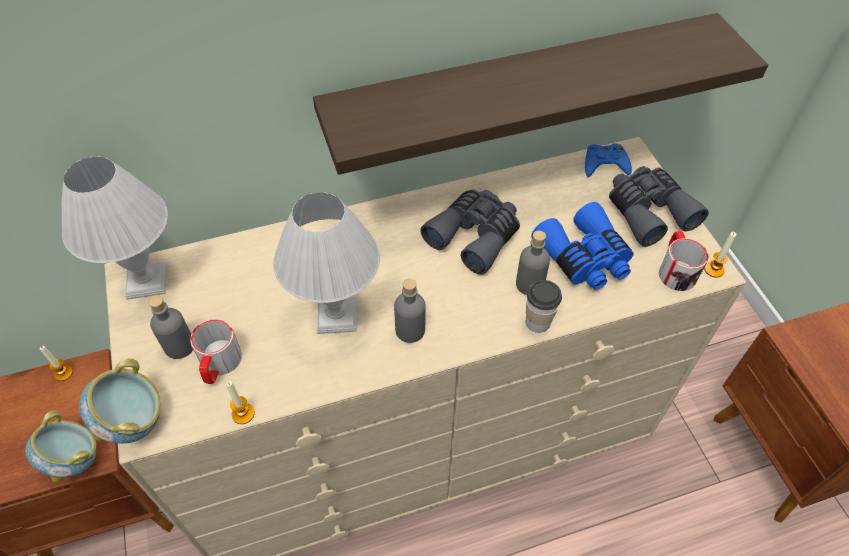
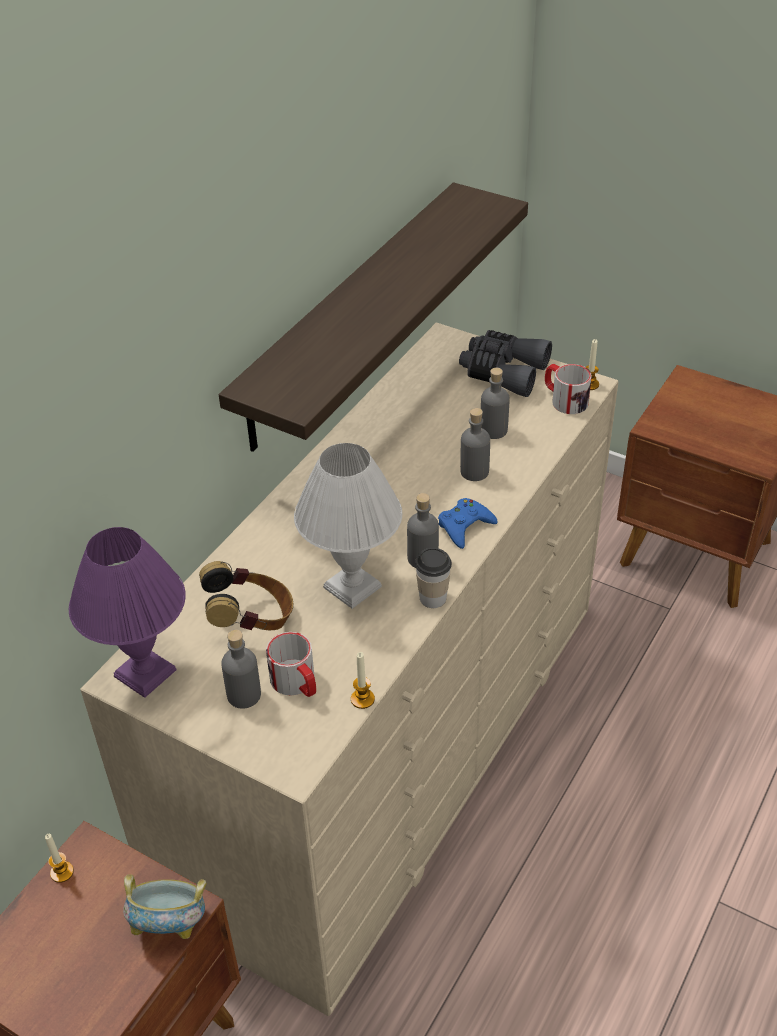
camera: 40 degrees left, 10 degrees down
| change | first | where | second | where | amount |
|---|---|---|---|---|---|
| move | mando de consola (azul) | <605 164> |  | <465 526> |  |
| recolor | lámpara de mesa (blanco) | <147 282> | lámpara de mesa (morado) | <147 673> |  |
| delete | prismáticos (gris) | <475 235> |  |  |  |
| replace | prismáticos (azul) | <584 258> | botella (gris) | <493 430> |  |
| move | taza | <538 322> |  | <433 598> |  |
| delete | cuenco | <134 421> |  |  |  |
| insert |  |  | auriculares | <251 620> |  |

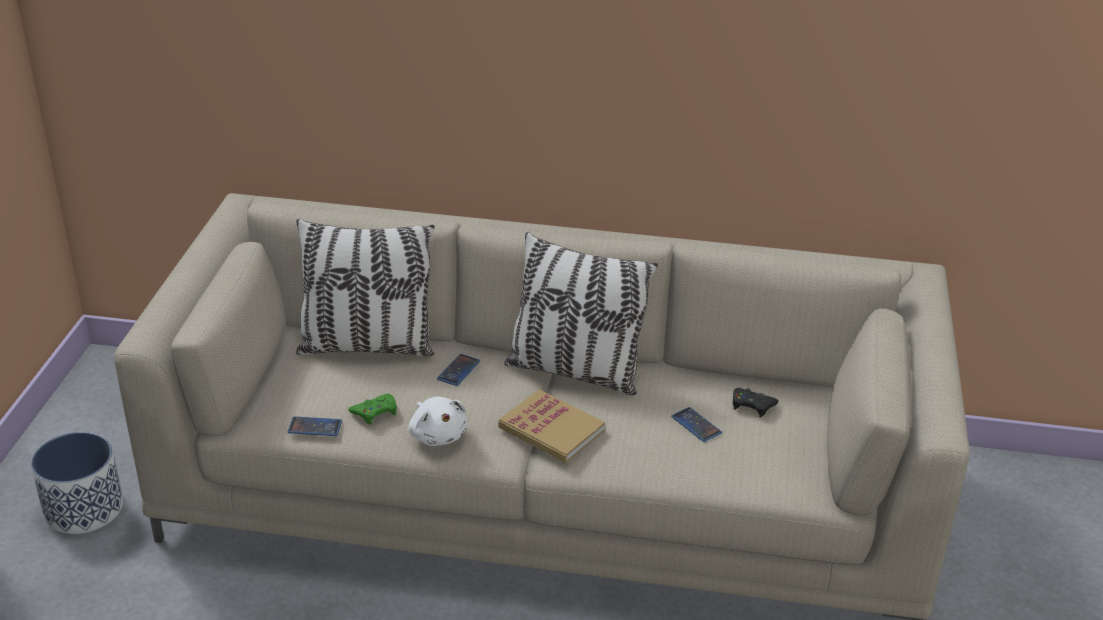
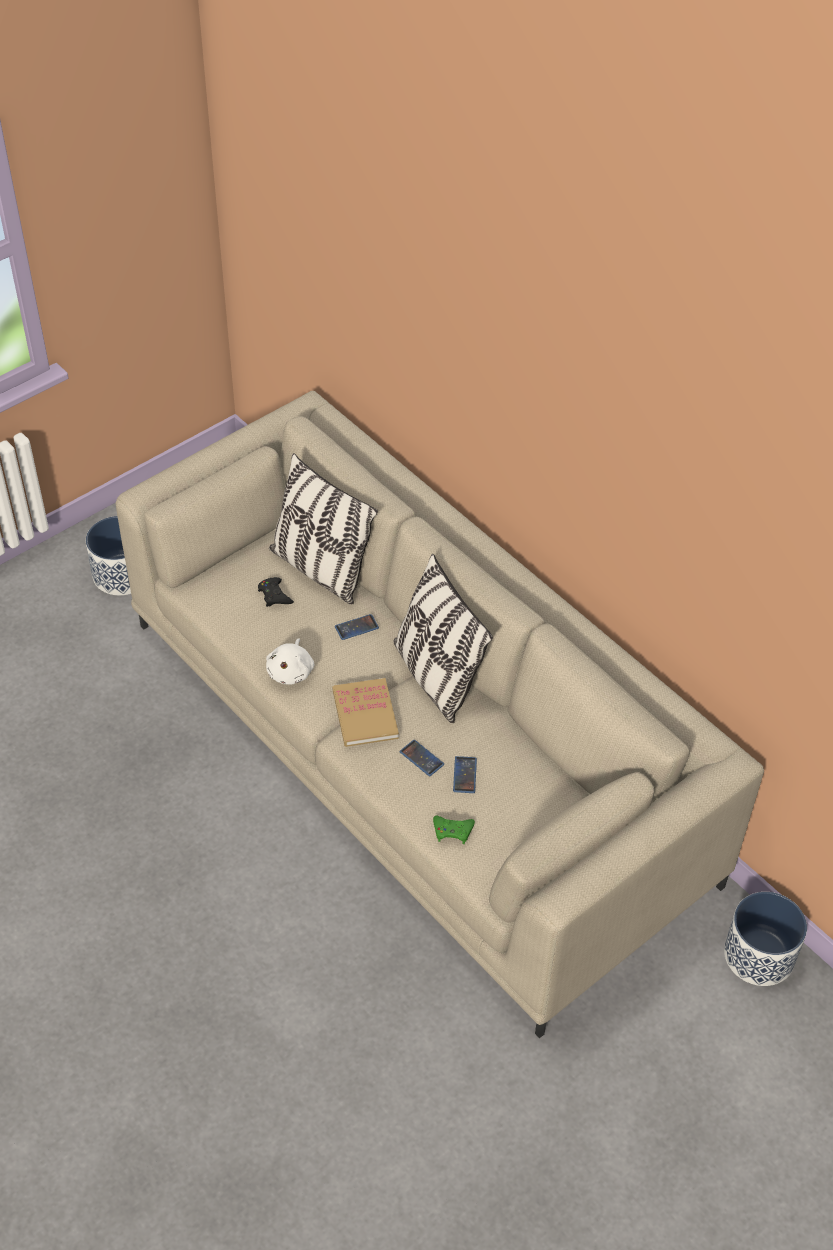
camera: 40 degrees right, 15 degrees up
| change | first | where | second | where | amount |
|---|---|---|---|---|---|
| move | mando de consola (negro) | <752 405> |  | <274 595> |  |
| move | mando de consola (verde) | <375 412> |  | <452 831> |  |
| move | móvil | <315 427> |  | <421 758> |  |
| insert |  |  | maceta | <759 955> |  |

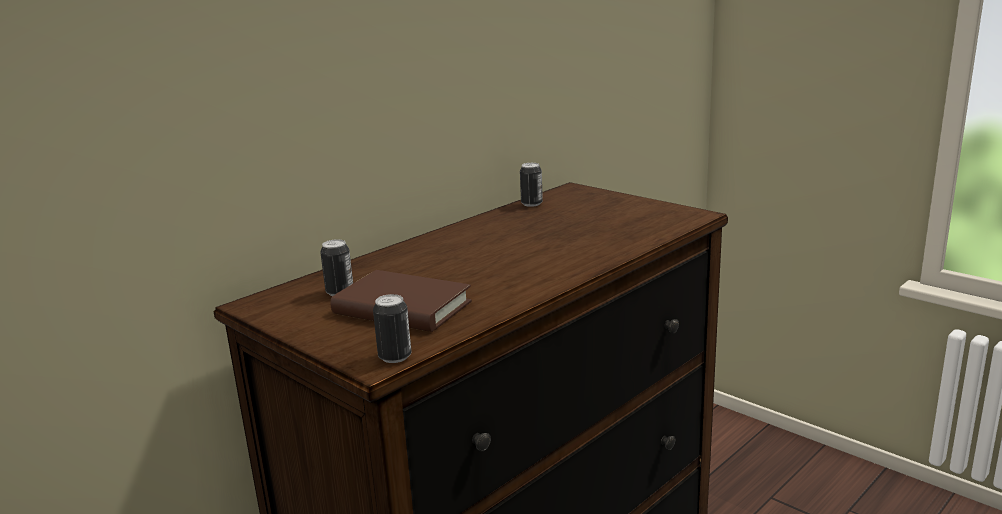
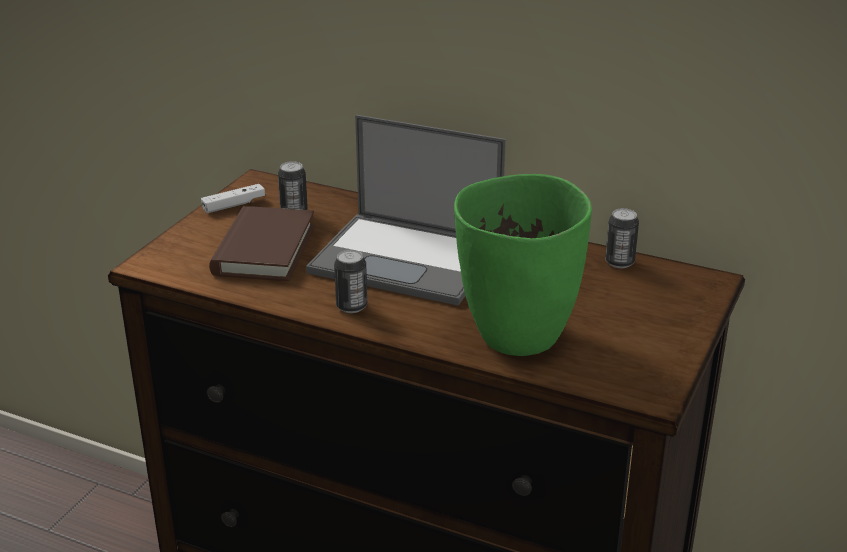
camera: 70 degrees right, 10 degrees up
| change | first | where | second | where | amount |
|---|---|---|---|---|---|
| move | lata | <395 357> |  | <351 306> |  |
| insert |  |  | portátil | <409 259> |  |
| insert |  |  | florero (verde) | <517 337> |  |
| insert |  |  | mando de consola (blanco) | <234 205> |  |

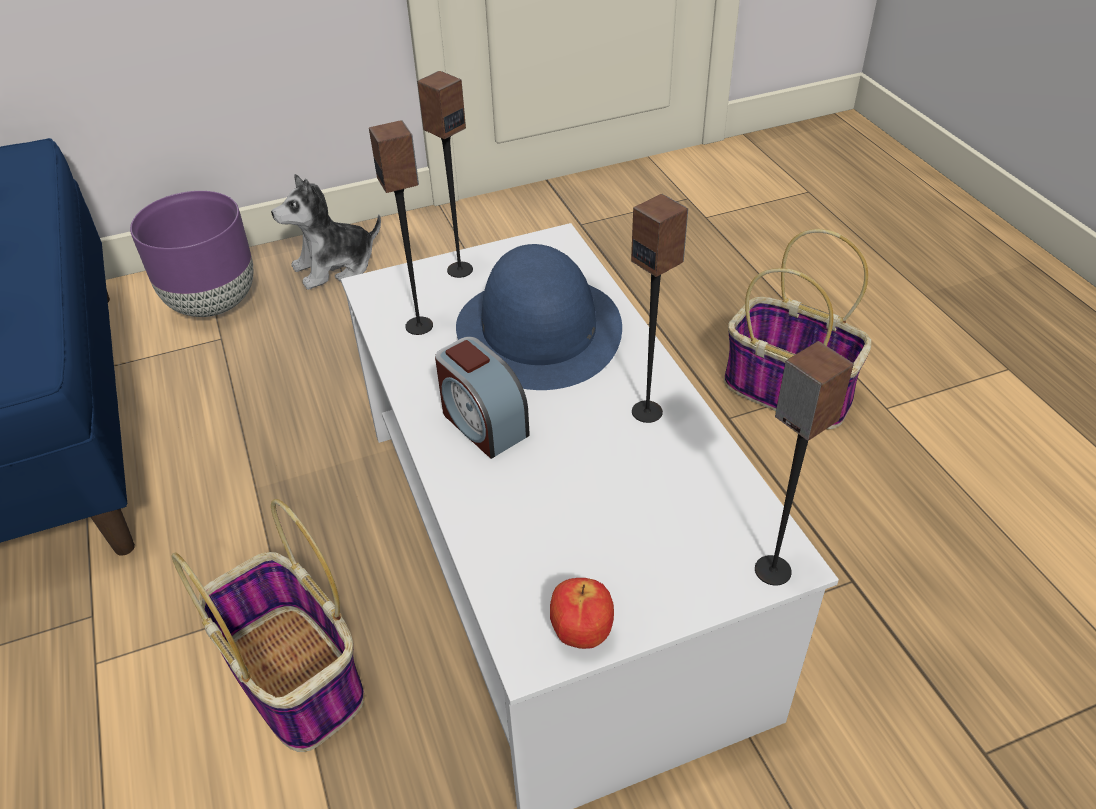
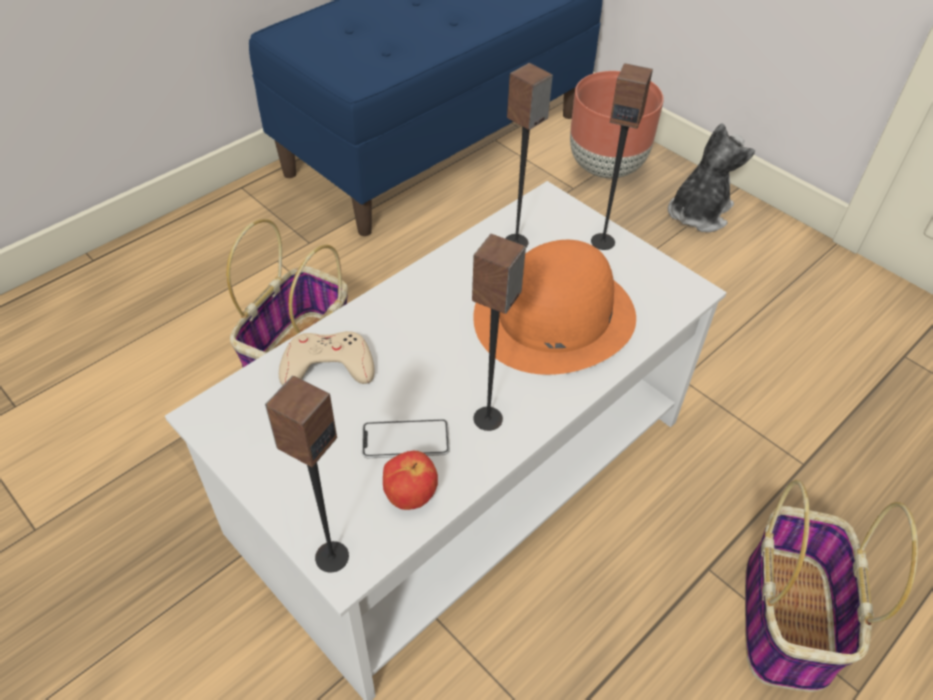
camera: 65 degrees right, 5 degrees up
| change | first | where | second | where | amount |
|---|---|---|---|---|---|
| rotate | peluche | <335 267> |  | <698 213> | 90 degrees clockwise |
| recolor | maceta (morado) | <213 302> | maceta (marrón) | <606 167> |  |
| recolor | sombrero (azul) | <539 330> | sombrero (naranja) | <554 316> |  |
| delete | despertador | <482 423> |  |  |  |
| move | manzana | <580 633> |  | <411 496> |  |
| insert |  |  | mando de consola (beis) | <327 366> |  |
| insert |  |  | móvil | <405 440> |  |

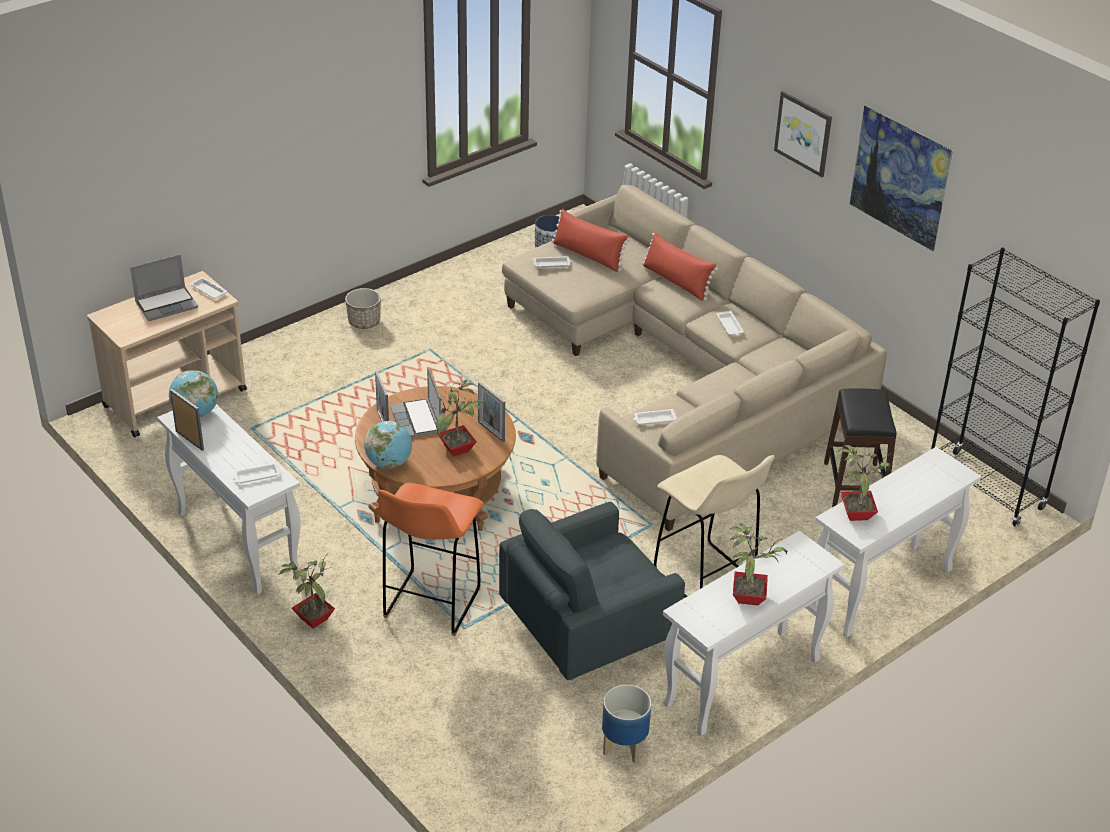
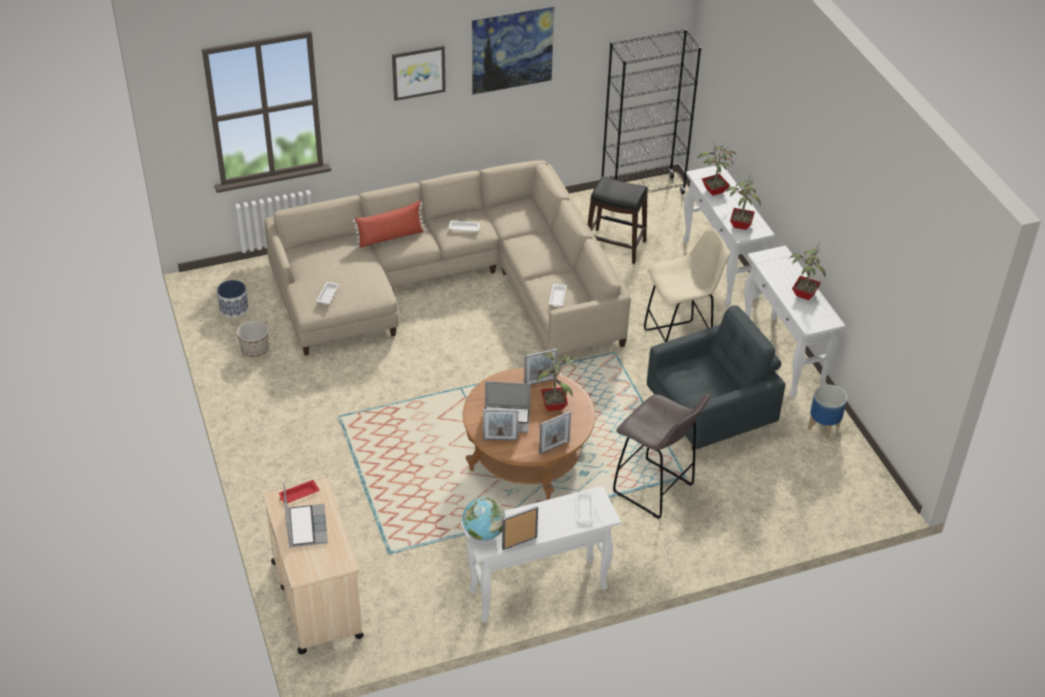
camera: 70 degrees left, 5 degrees up
| change | first | where | second | where | amount |
|---|---|---|---|---|---|
| delete | cojín (rojo) | <588 255> |  |  |  |
| recolor | bandeja (blanco) | <208 290> | bandeja (rojo) | <298 494> |  |
| move | maceta | <364 322> |  | <255 349> |  |
| replace | globo terráqueo | <389 463> | portarretratos | <554 447> |  |
| recolor | taburete (naranja) | <430 605> | taburete (gris) | <655 490> |  |
| rotate | sillón (gris) | <586 631> |  | <711 416> | 105 degrees counterclockwise |
| move | planta en maceta | <313 619> |  | <713 191> |  |

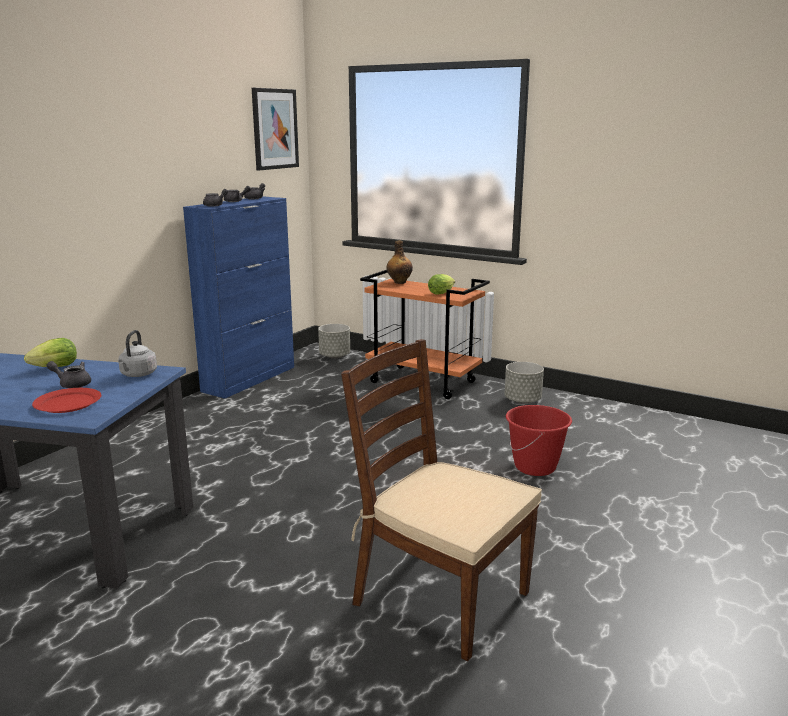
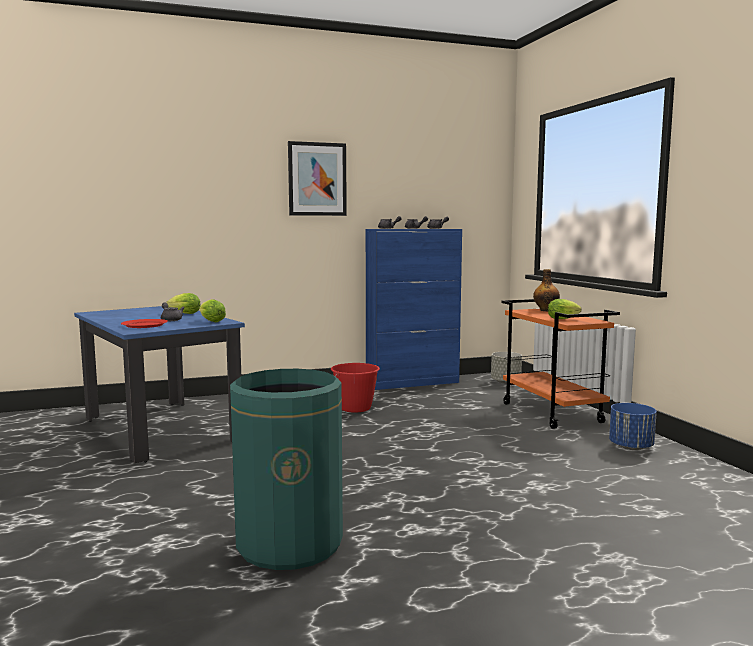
camera: 40 degrees right, 10 degrees down
| change | first | where | second | where | amount |
|---|---|---|---|---|---|
| move | cuadro | <275 129> |  | <317 179> |  |
| replace | hervidor (gris) | <138 375> | lechuga | <210 321> |  |
| replace | silla (marrón) | <439 597> | papelera (verde) | <289 543> |  |
| recolor | maceta (gris) | <522 400> | maceta (azul) | <631 447> |  |
| move | cubo (rojo) | <535 467> |  | <355 408> |  |

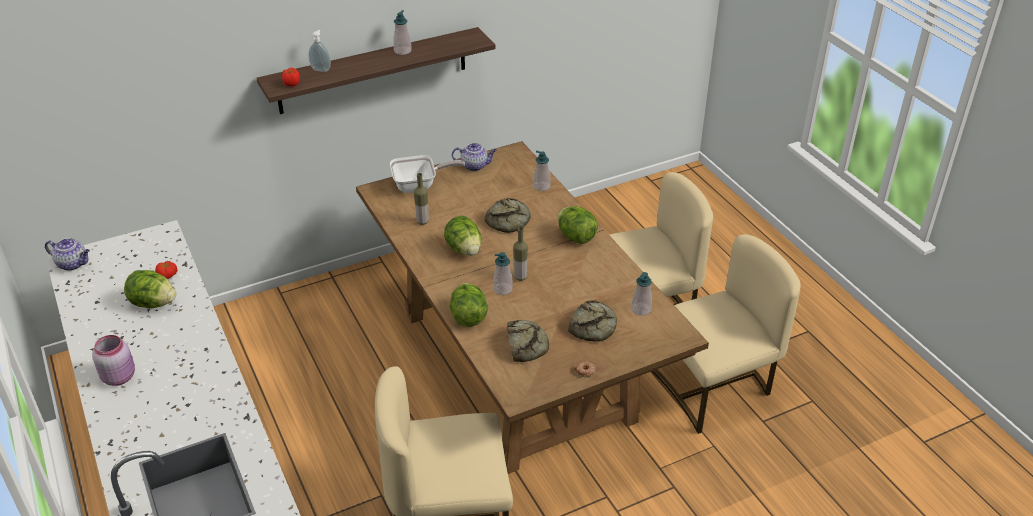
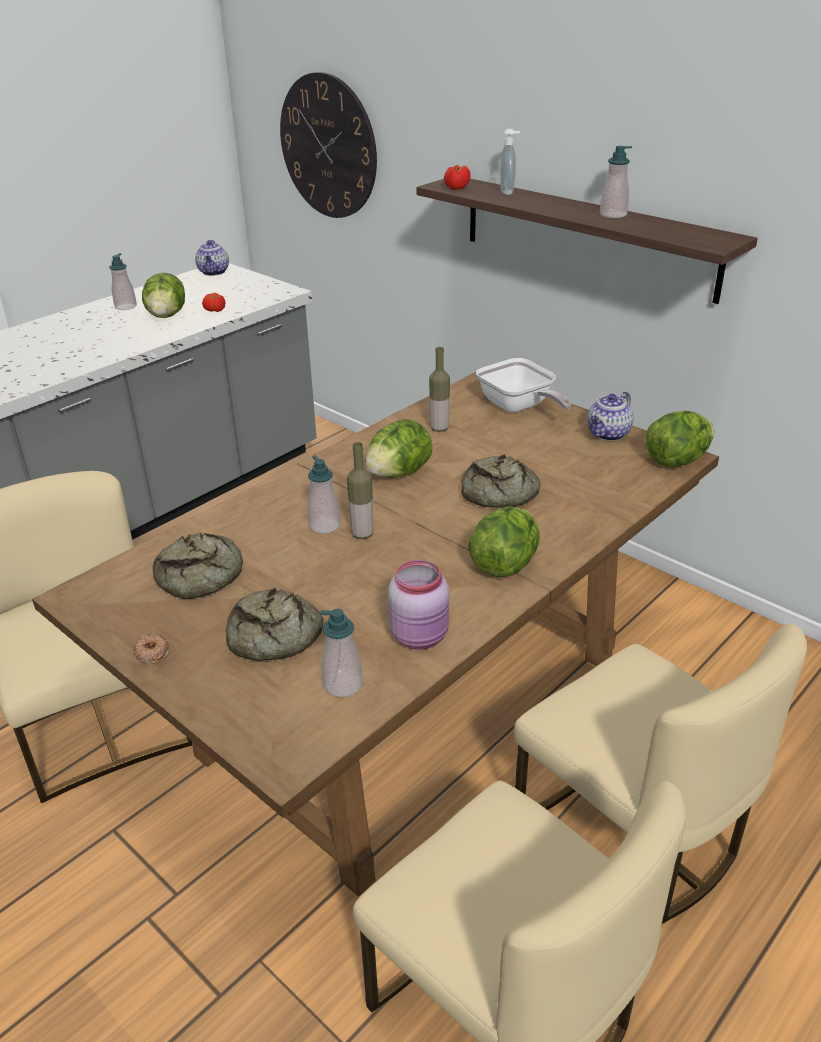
camera: 70 degrees right, 5 degrees down
| change | first | where | second | where | amount |
|---|---|---|---|---|---|
| rotate | tetera | <475 166> |  | <608 434> | 60 degrees clockwise |
| move | dispensador de jabón | <541 186> |  | <125 306> |  |
| move | lechuga | <468 317> |  | <676 460> |  |
| move | tarro (rosa) | <119 376> |  | <421 636> |  |
| insert |  |  | reloj de pared | <328 147> |  |

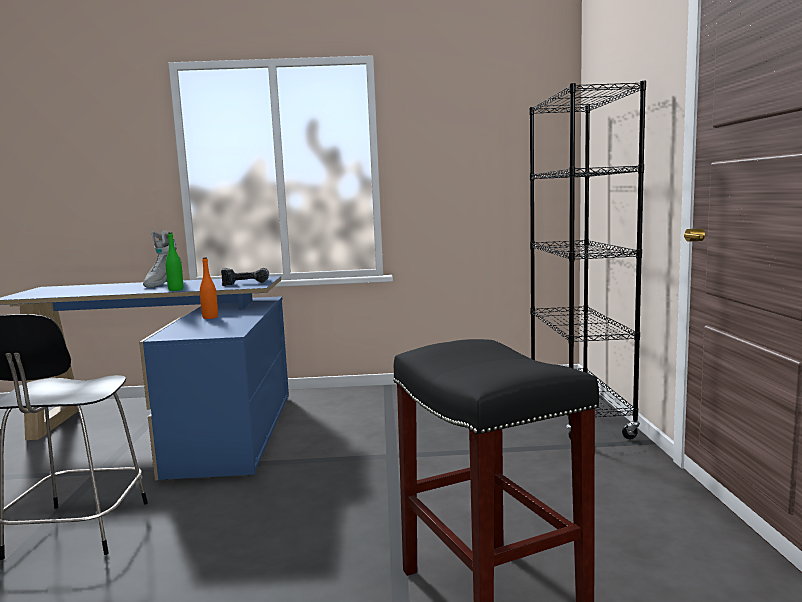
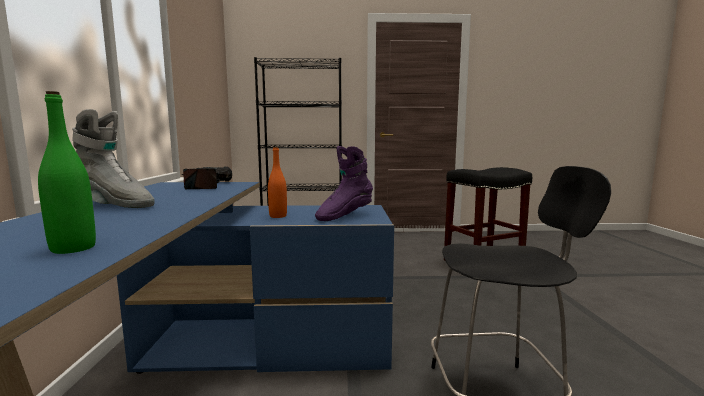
camera: 90 degrees left, 0 degrees up
| change | first | where | second | where | amount |
|---|---|---|---|---|---|
| move | botella (verde) | <176 290> |  | <73 248> |  |
| insert |  |  | bota (morado) | <344 216> |  |

